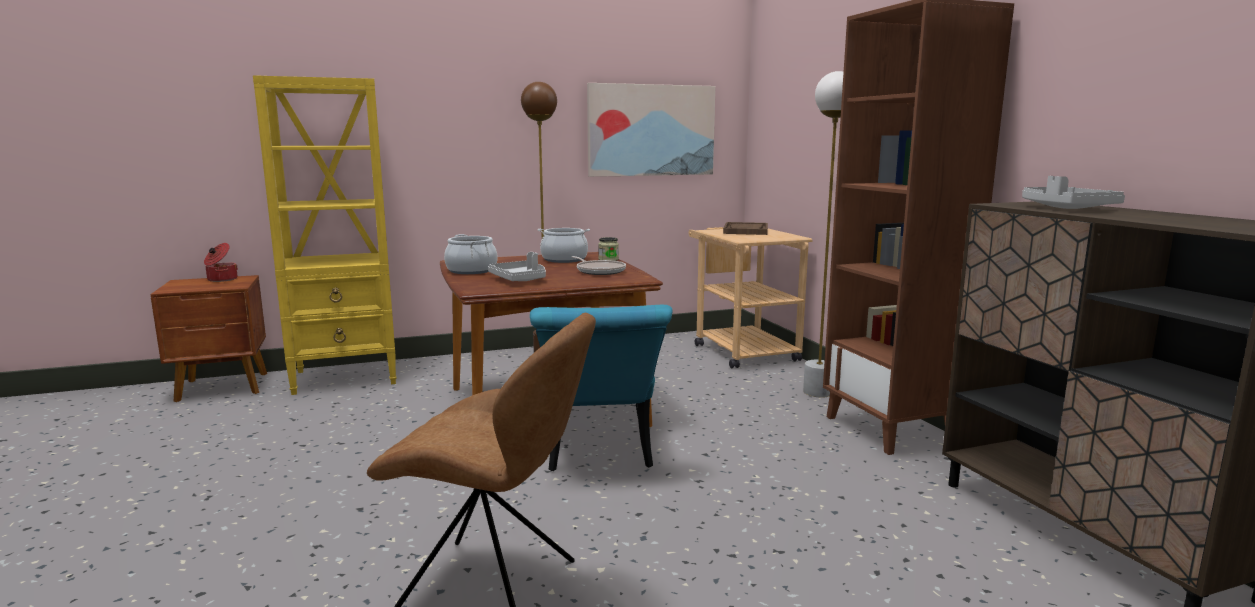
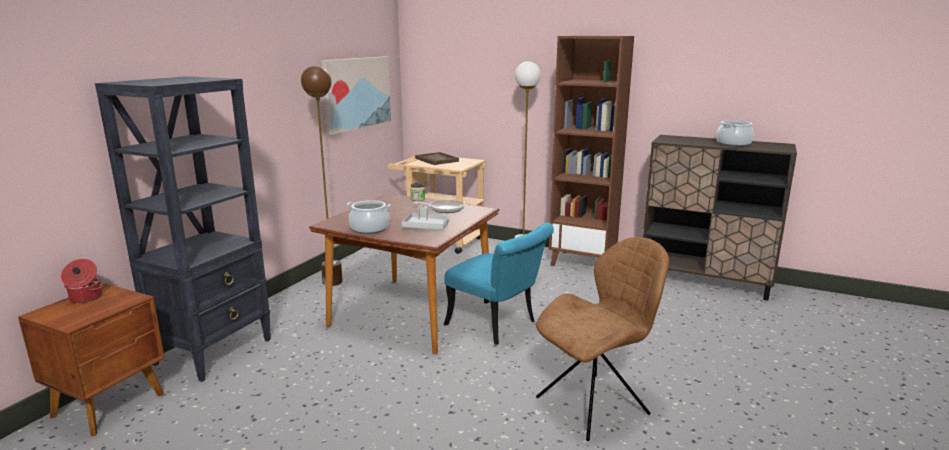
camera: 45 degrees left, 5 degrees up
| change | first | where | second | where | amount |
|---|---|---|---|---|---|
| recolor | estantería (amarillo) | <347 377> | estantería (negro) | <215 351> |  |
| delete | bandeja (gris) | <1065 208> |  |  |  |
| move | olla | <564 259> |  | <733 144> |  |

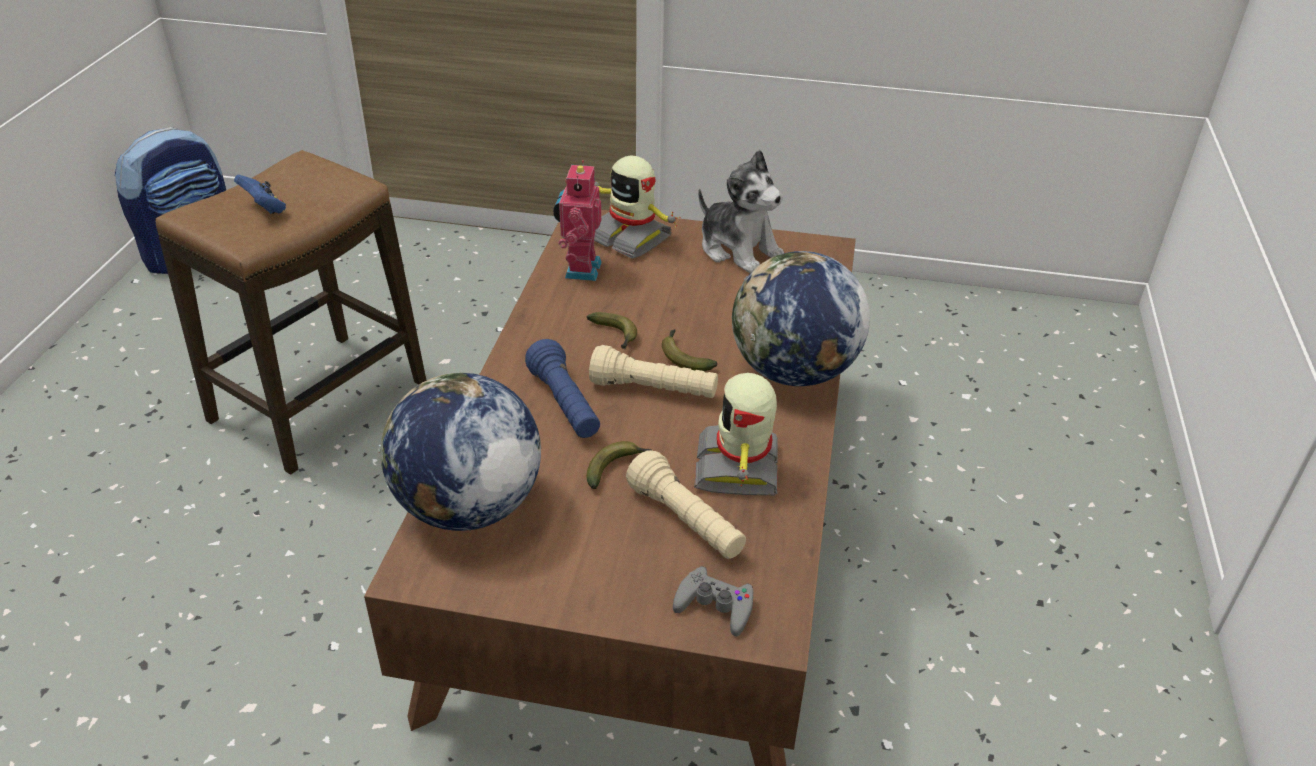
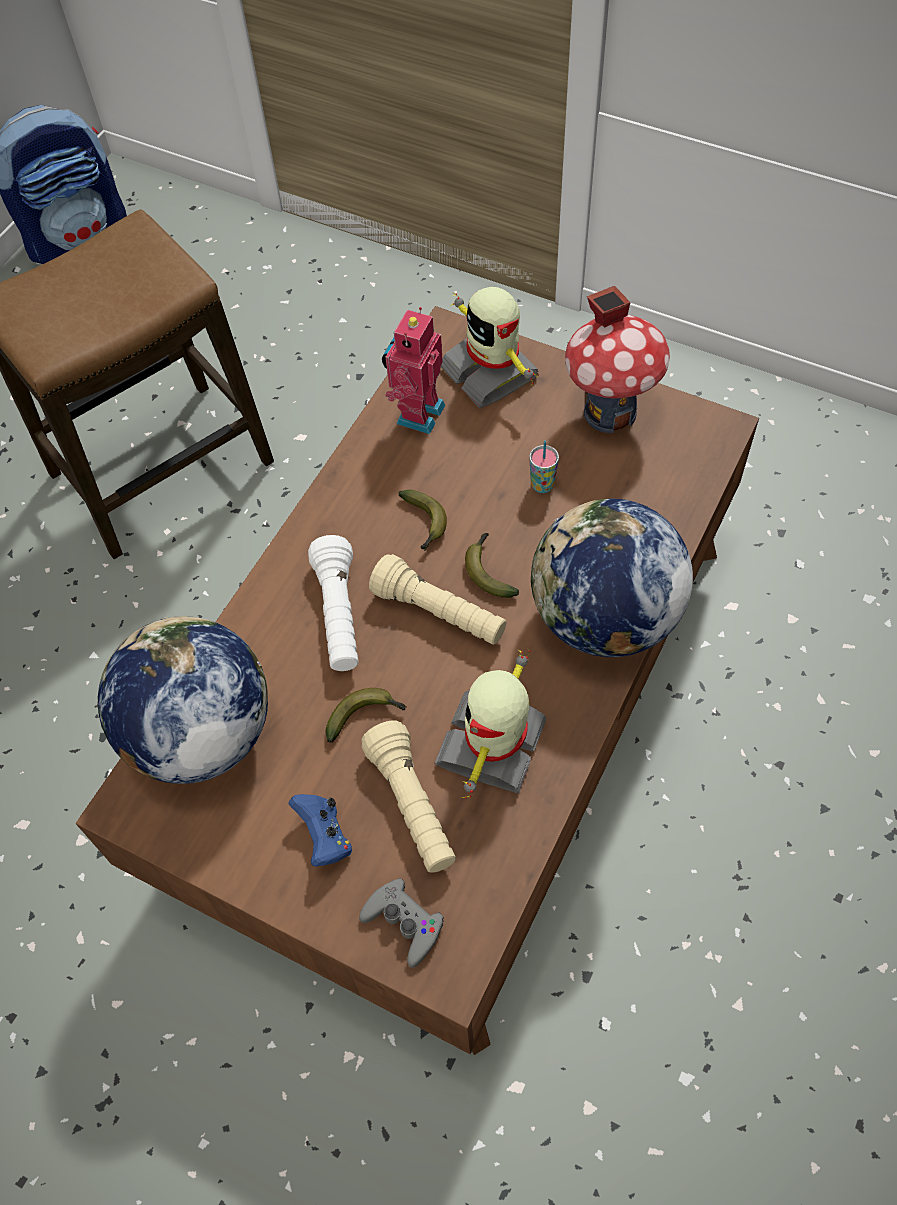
camera: 20 degrees right, 20 degrees up
| change | first | where | second | where | amount |
|---|---|---|---|---|---|
| replace | peluche | <738 249> | casita | <610 412> |  |
| move | mando de consola (azul) | <265 209> |  | <325 837> |  |
| recolor | linterna (azul) | <565 405> | linterna (blanco) | <339 615> |  |
| insert |  |  | taza | <542 485> |  |

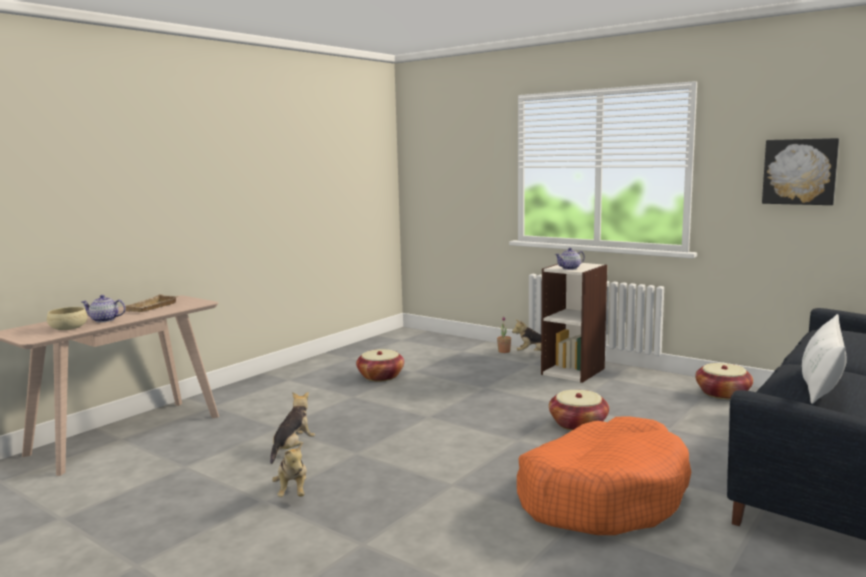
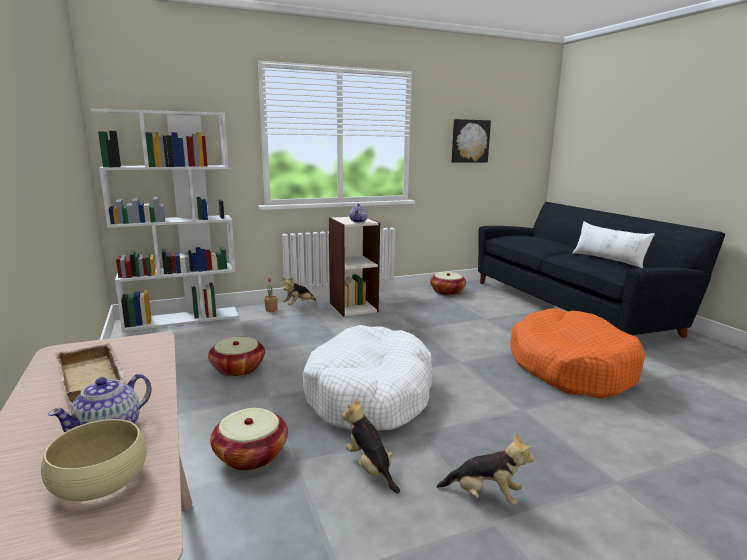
camera: 60 degrees left, 5 degrees up
| change | first | where | second | where | amount |
|---|---|---|---|---|---|
| move | cesta | <578 424> |  | <251 455> |  |
| insert |  |  | estantería (blanco) | <182 318> |  |
| insert |  |  | cama para perro (blanco) | <370 394> |  |

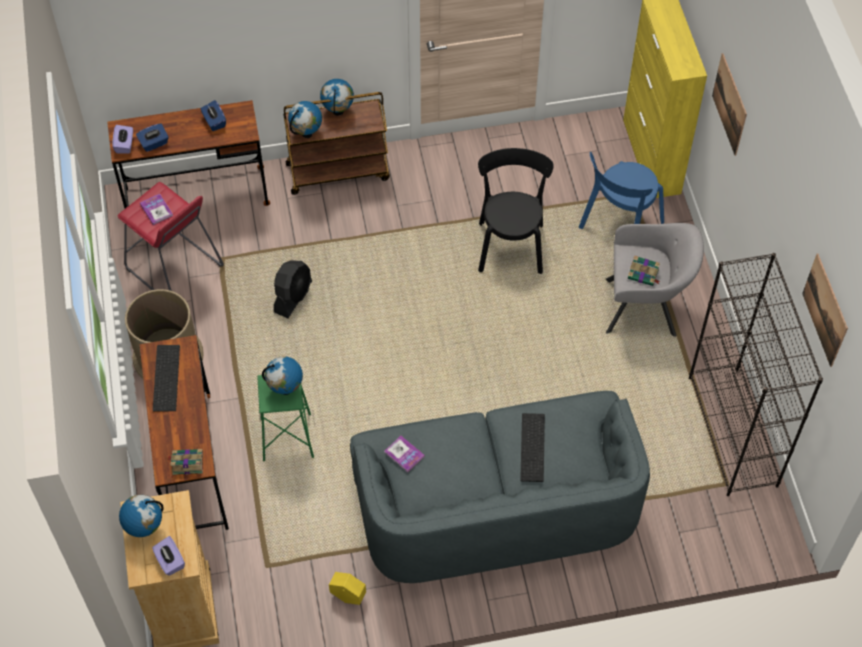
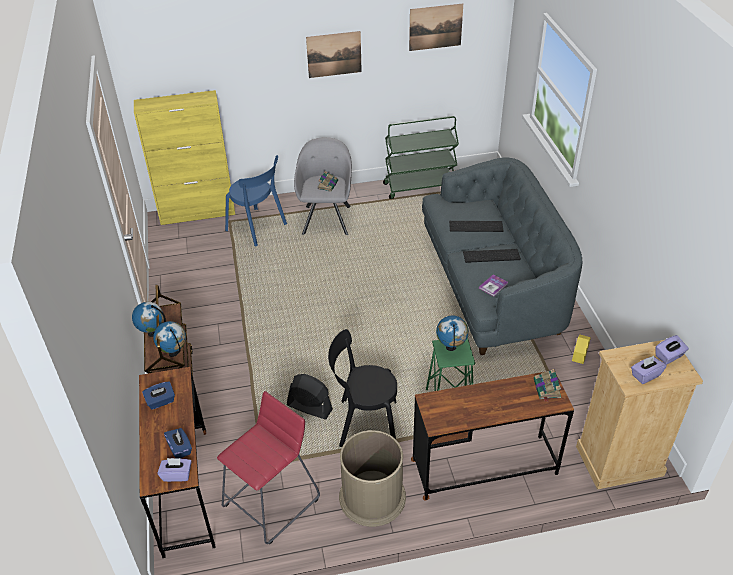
camera: 90 degrees left, 15 degrees down
| change | first | where | second | where | amount |
|---|---|---|---|---|---|
| move | cuadro | <729 104> |  | <334 54> |  |
| move | silla (negro) | <510 244> |  | <364 423> |  |
| delete | libro | <156 210> |  |  |  |
| replace | estantería (negro) | <733 431> | carrito (verde) | <420 186> |  |
| move | teclado | <165 377> |  | <491 256> |  |
| replace | globo terráqueo | <145 529> | caja de pañuelos (morado) | <645 375> |  |

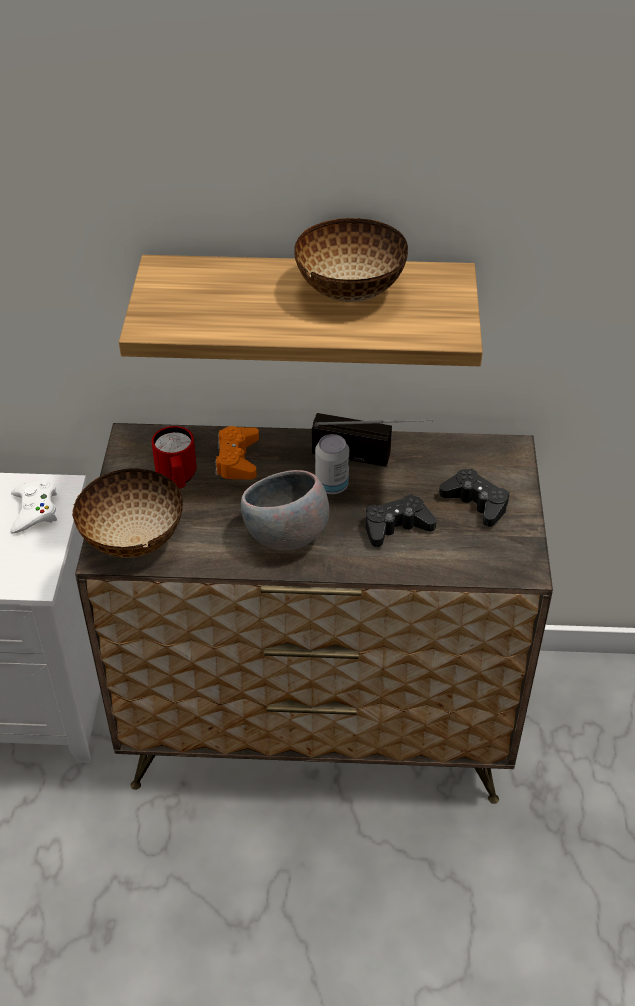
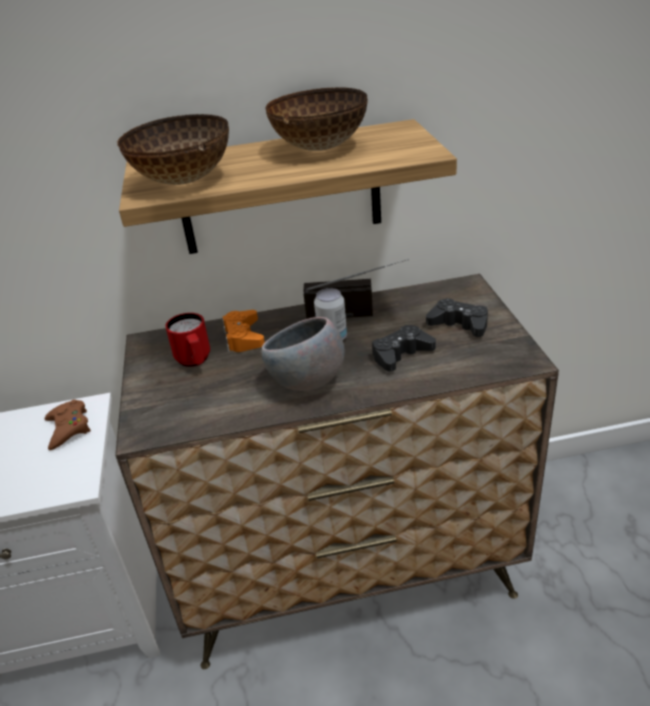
camera: 10 degrees left, 10 degrees down
| change | first | where | second | where | amount |
|---|---|---|---|---|---|
| move | cuenco | <132 539> |  | <182 181> |  |
| recolor | mando de consola (blanco) | <34 511> | mando de consola (marrón) | <68 428> |  |

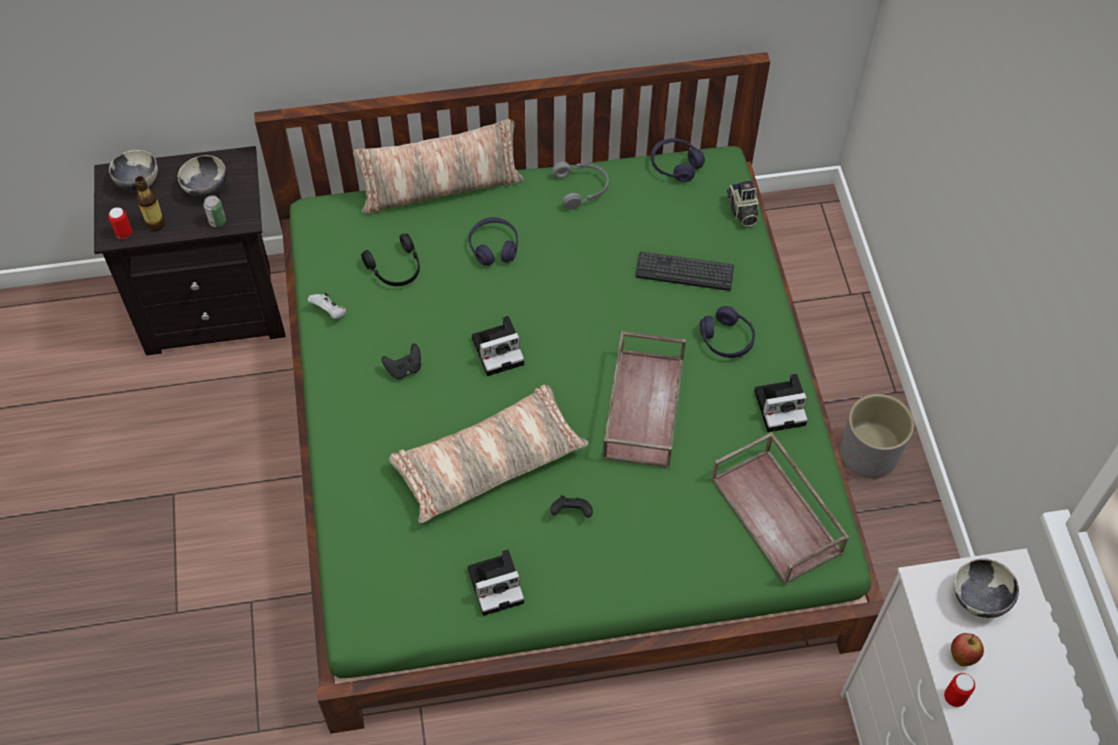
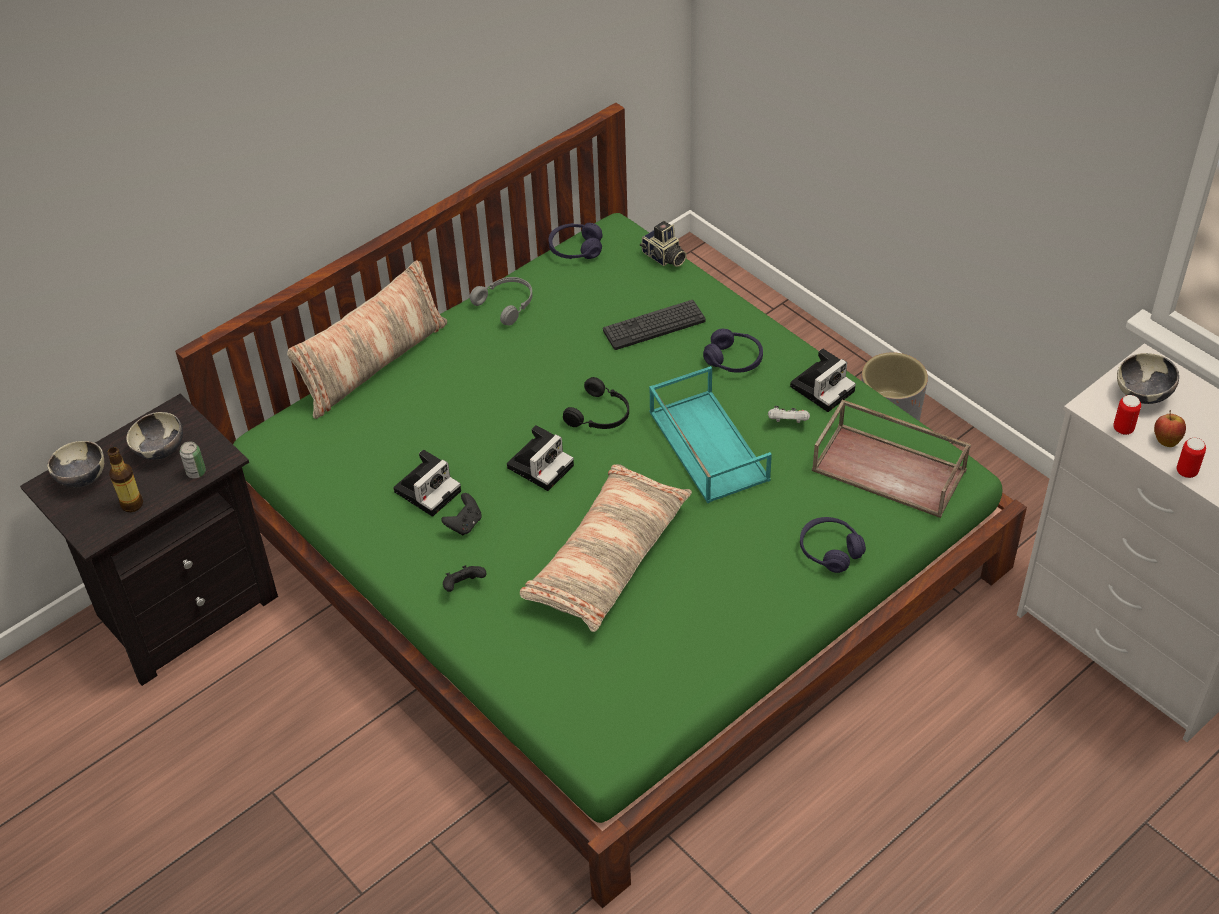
camera: 30 degrees left, 10 degrees down
| change | first | where | second | where | amount |
|---|---|---|---|---|---|
| move | lata | <124 233> |  | <1123 429> |  |
| move | auriculares (morado) | <494 247> |  | <830 551> |  |
| move | auriculares (negro) | <396 269> |  | <600 415> |  |
| move | mando de consola (blanco) | <329 312> |  | <788 423> |  |
| recolor | bandeja (marrón) | <642 406> | bandeja (turquesa) | <706 445> |  |
| move | mando de consola (negro) | <571 512> |  | <463 586> |  |
| move | cámara | <498 584> |  | <428 489> |  |

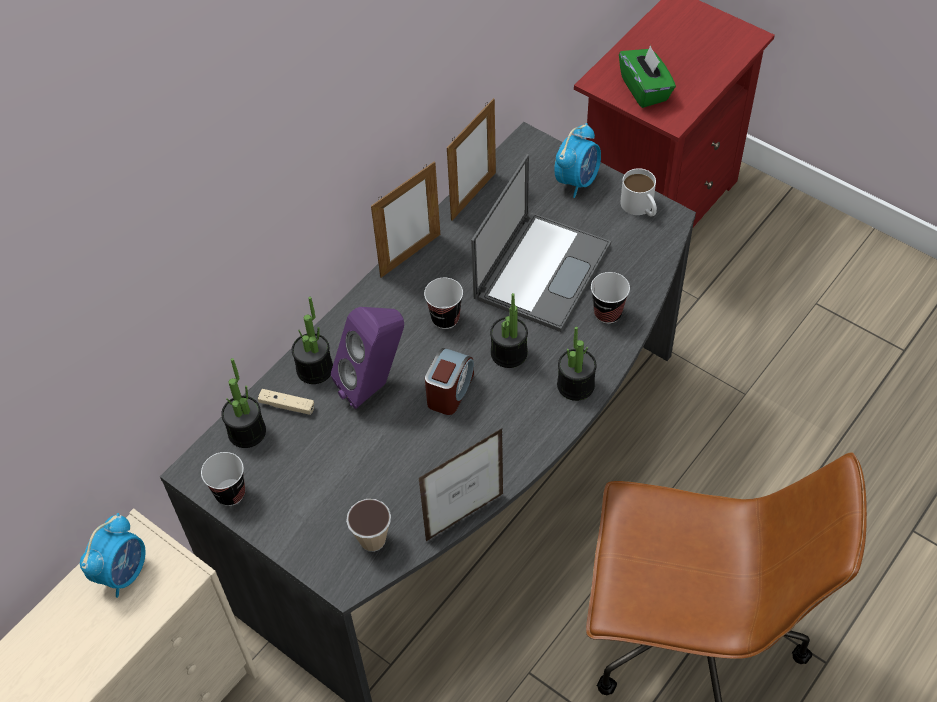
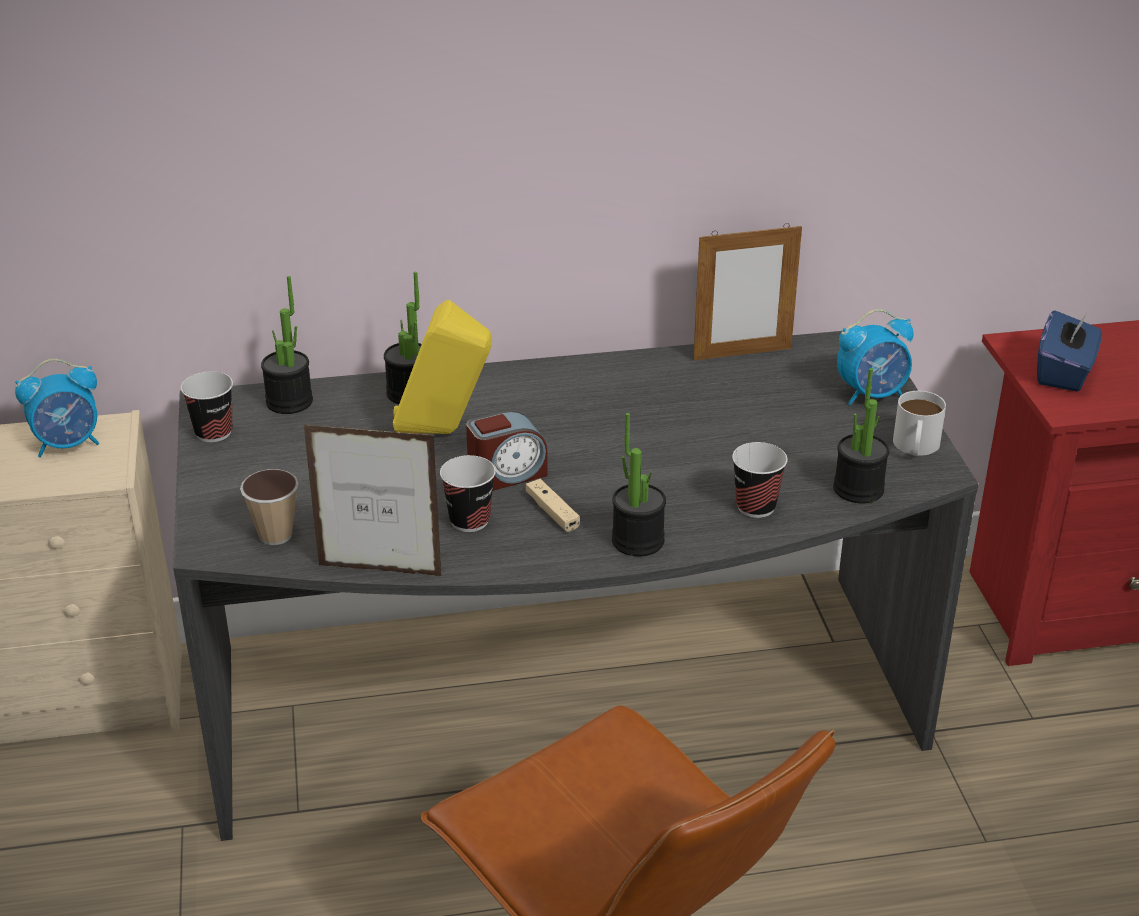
camera: 40 degrees right, 20 degrees down
| change | first | where | second | where | amount |
|---|---|---|---|---|---|
| recolor | caja de pañuelos (verde) | <645 89> | caja de pañuelos (azul) | <1064 373> |  |
| delete | portátil | <542 270> |  |  |  |
| delete | portarretratos | <410 255> |  |  |  |
| move | taza | <445 318> |  | <469 520> |  |
| move | planta en maceta | <509 353> |  | <858 489> |  |
| recolor | altavoz (morado) | <375 385> | altavoz (amarillo) | <444 432> |  |
| move | mando de consola (beis) | <287 405> |  | <552 512> |  |

